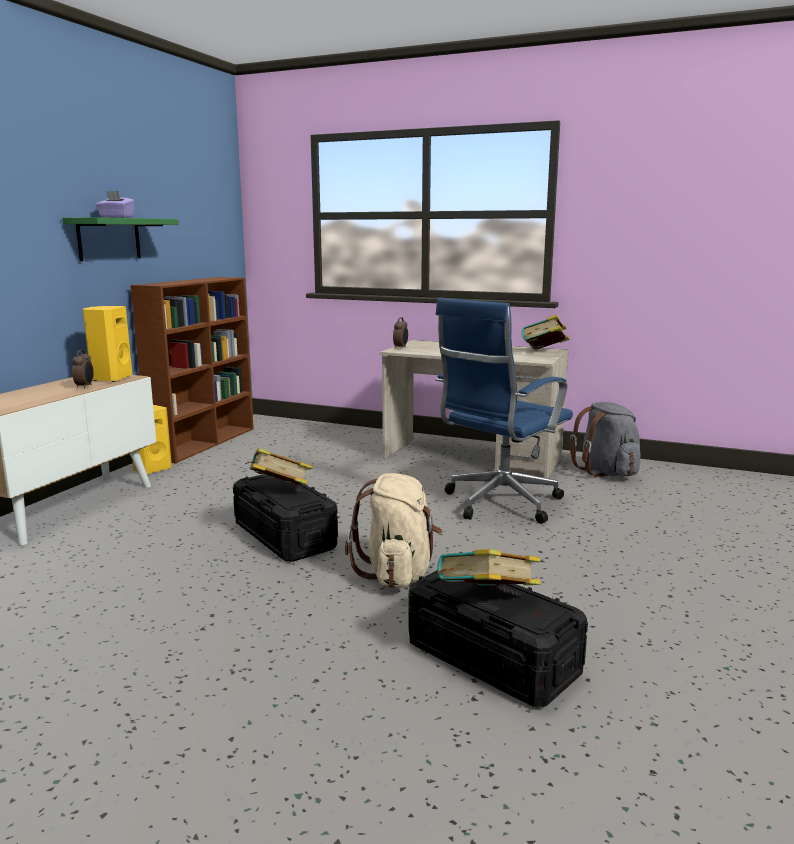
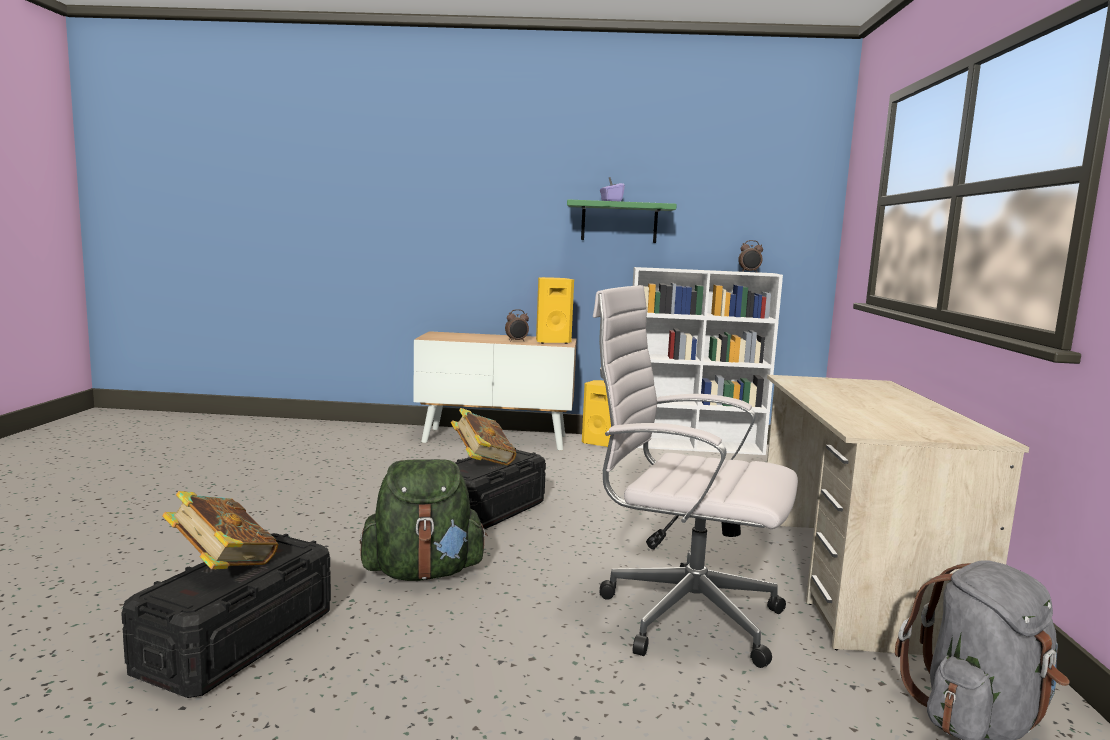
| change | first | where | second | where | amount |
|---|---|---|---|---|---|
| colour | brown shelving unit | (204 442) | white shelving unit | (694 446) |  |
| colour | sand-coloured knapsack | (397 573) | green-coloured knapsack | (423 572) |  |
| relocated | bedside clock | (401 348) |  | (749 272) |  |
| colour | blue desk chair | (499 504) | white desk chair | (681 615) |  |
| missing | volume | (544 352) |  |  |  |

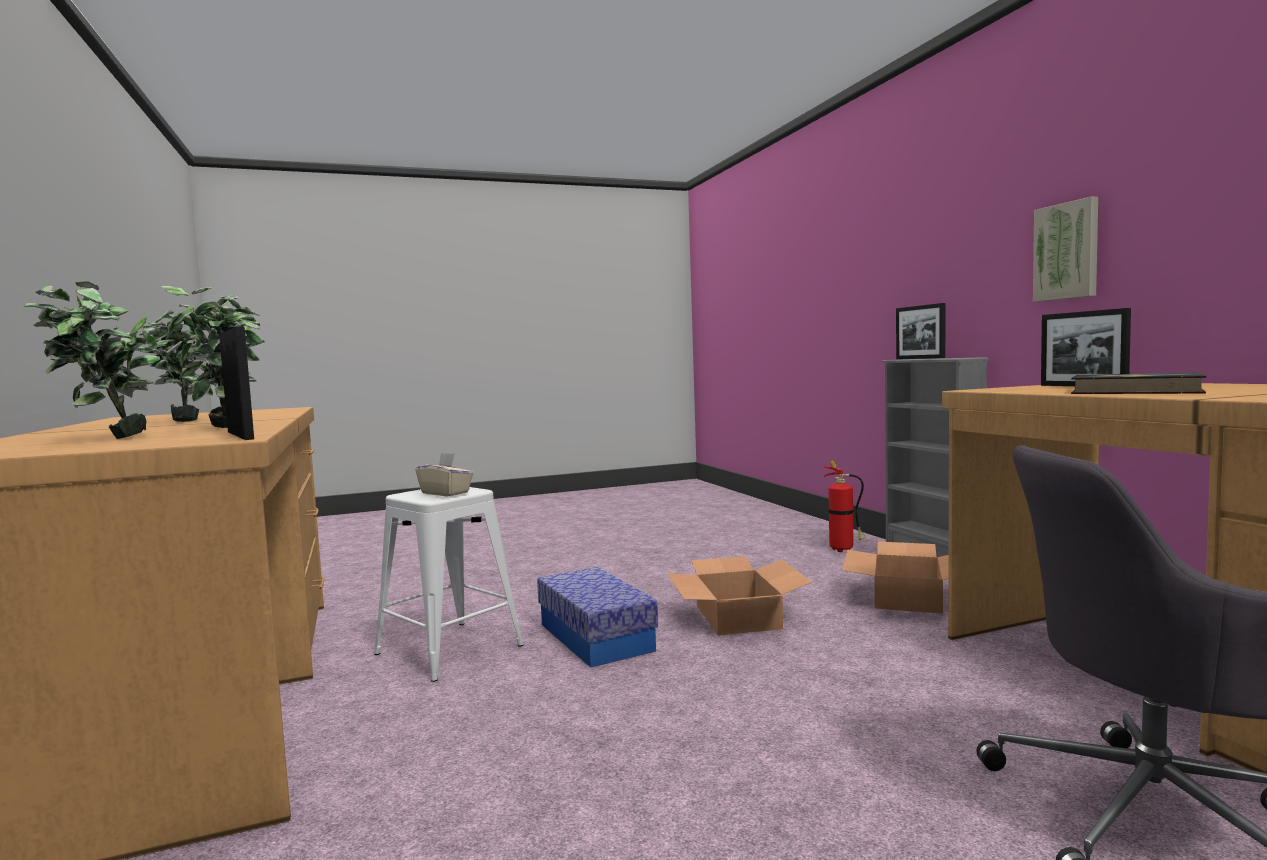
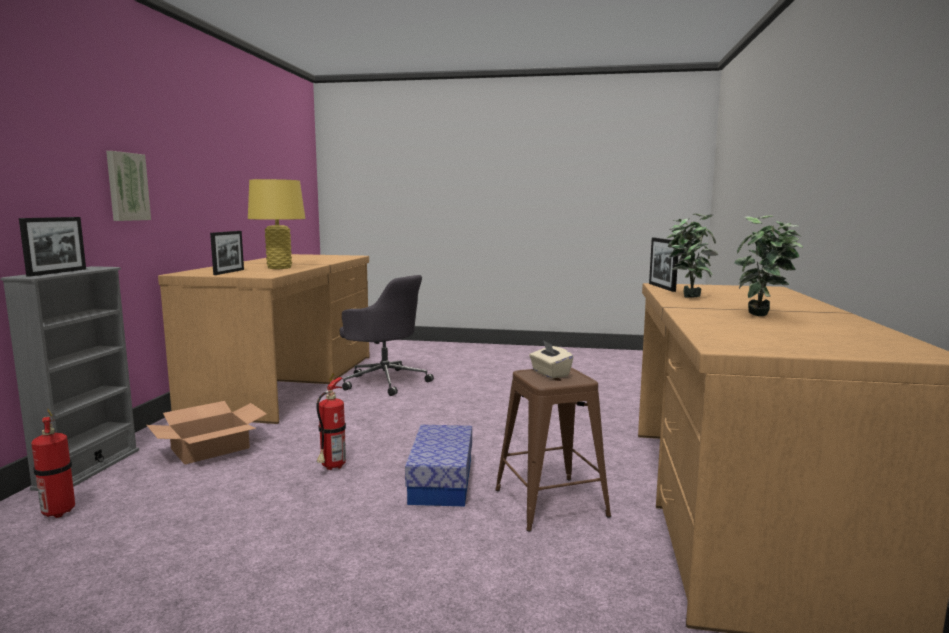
| change | first | where | second | where | amount |
|---|---|---|---|---|---|
| missing | potted plant | (105 439) |  |  |  |
| colour | white stool | (449 650) | brown stool | (550 503) |  |
| exchanged | packing box | (737 617) | fire-fighting cylinder | (331 467) |  |
| exchanged | volume | (1135 391) | yellowish tabletop lamp | (279 268) |  |

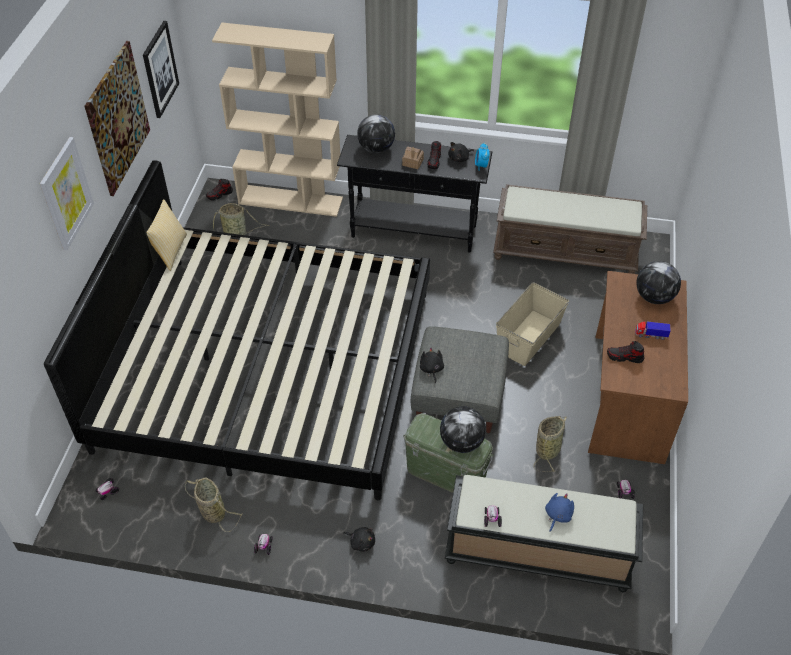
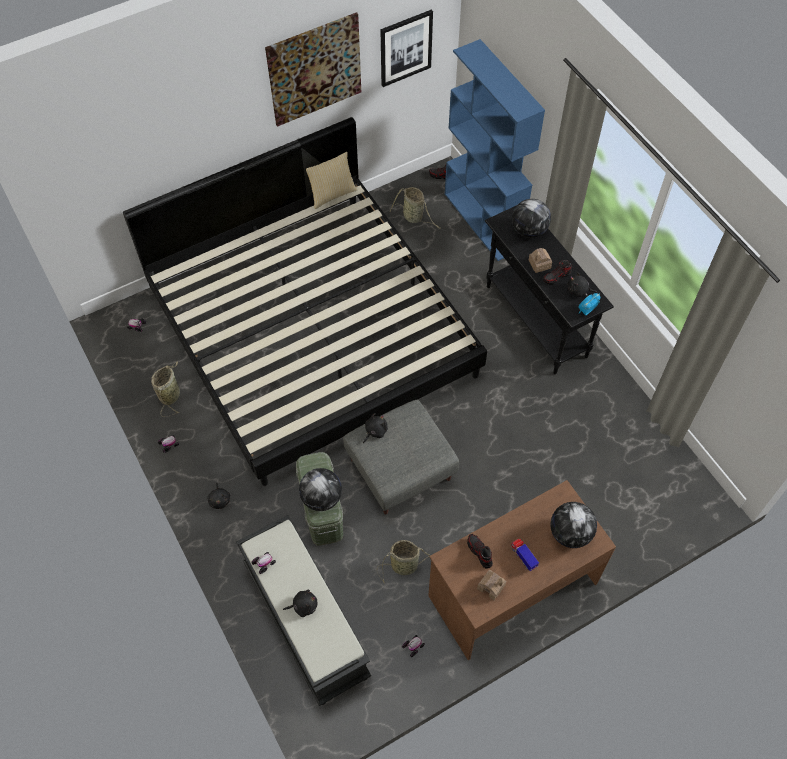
| change | first | where | second | where | amount |
|---|---|---|---|---|---|
| missing | picture | (66 194) |  |  |  |
| colour | sand-coloured shelving unit | (291 200) | blue shelving unit | (483 221) |  |
| missing | brown bench | (566 252) |  |  |  |
| missing | sand-coloured storage container | (529 337) |  |  |  |
| colour | blue cuddly toy | (557 515) | black cuddly toy | (303 606) |  |
| appeared |  |  | toy house | (491 587) |  |

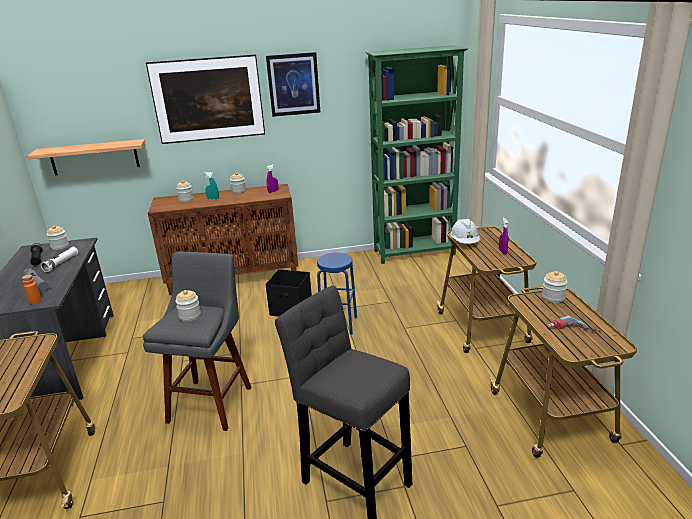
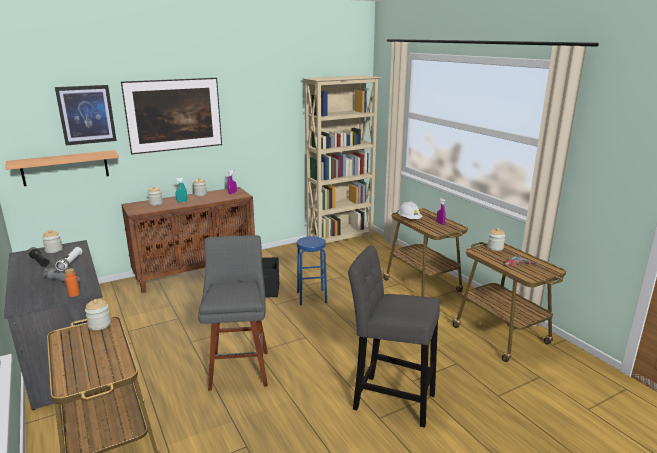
| change | first | where | second | where | amount |
|---|---|---|---|---|---|
| relocated | jar | (190 316) |  | (99 324) |  |
| relocated | picture | (293 84) |  | (86 114) |  |
| colour | green-coloured shelving unit | (415 252) | sand-coloured shelving unit | (340 239) |  |

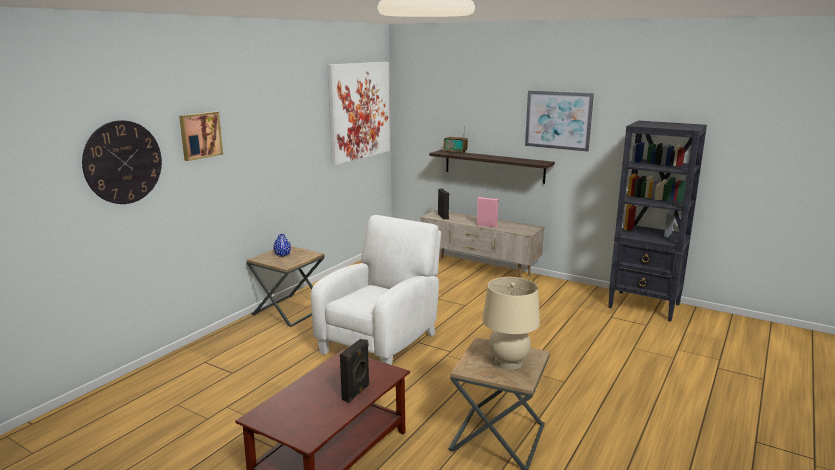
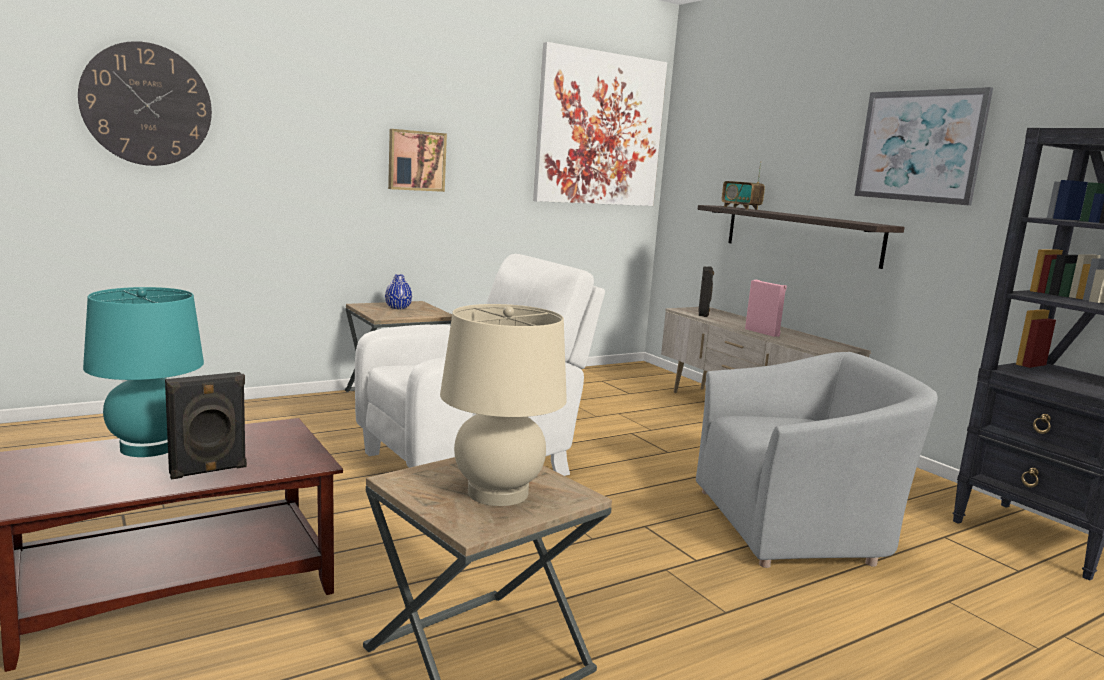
| change | first | where | second | where | amount |
|---|---|---|---|---|---|
| relocated | picture | (200 135) |  | (416 160) |  |
| appeared |  |  | blue-green tabletop lamp | (149 447) |  |
| appeared |  |  | grey armchair | (794 525) |  |

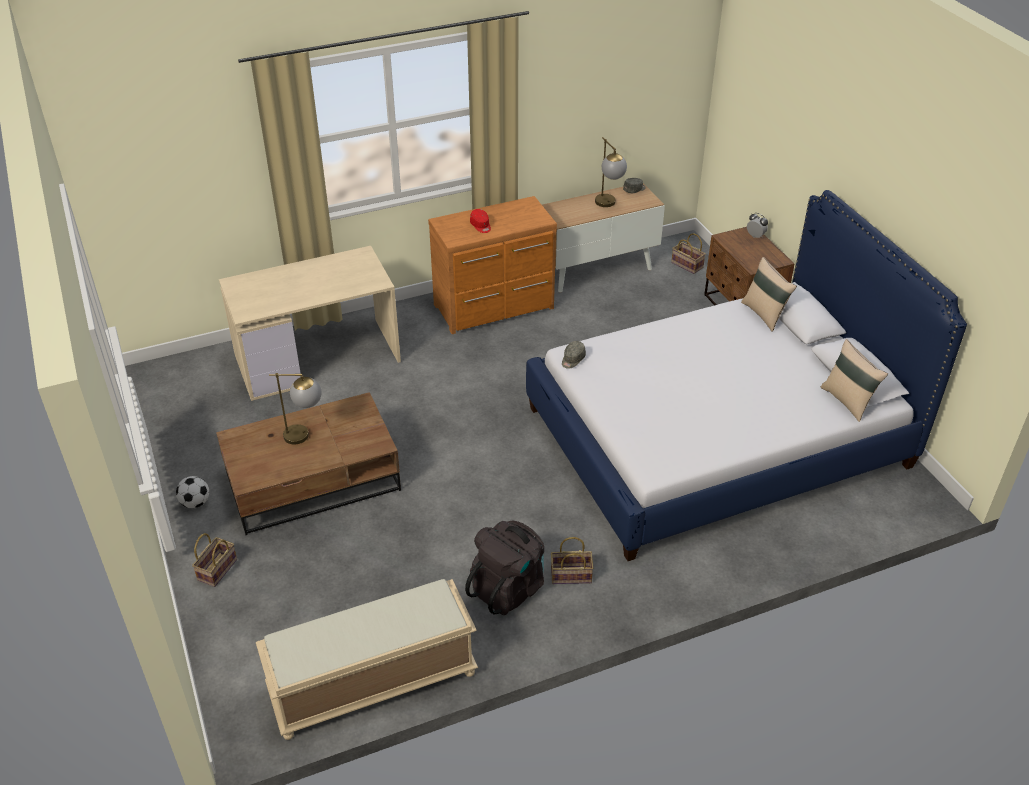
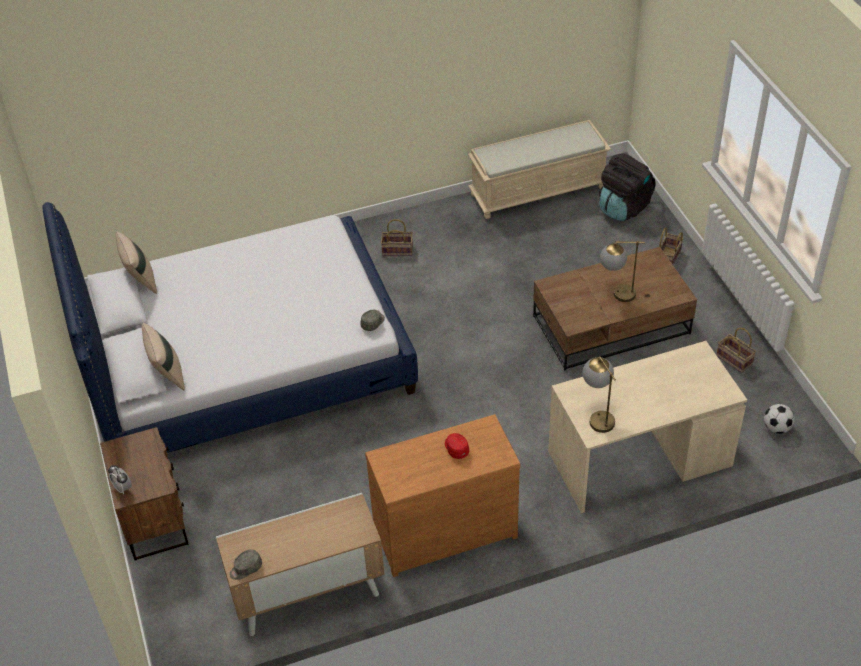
| change | first | where | second | where | amount |
|---|---|---|---|---|---|
| relocated | football | (195 503) |  | (776 428) |  |
| relocated | black knapsack | (508 588) |  | (623 207) |  |
| relocated | tabletop lamp | (609 205) |  | (597 416) |  |
| relocated | storage basket | (686 265) |  | (735 360) |  |

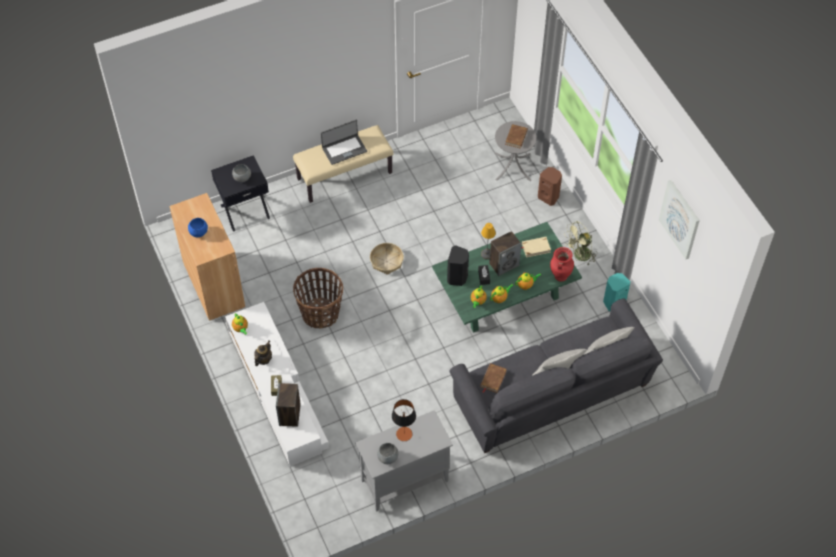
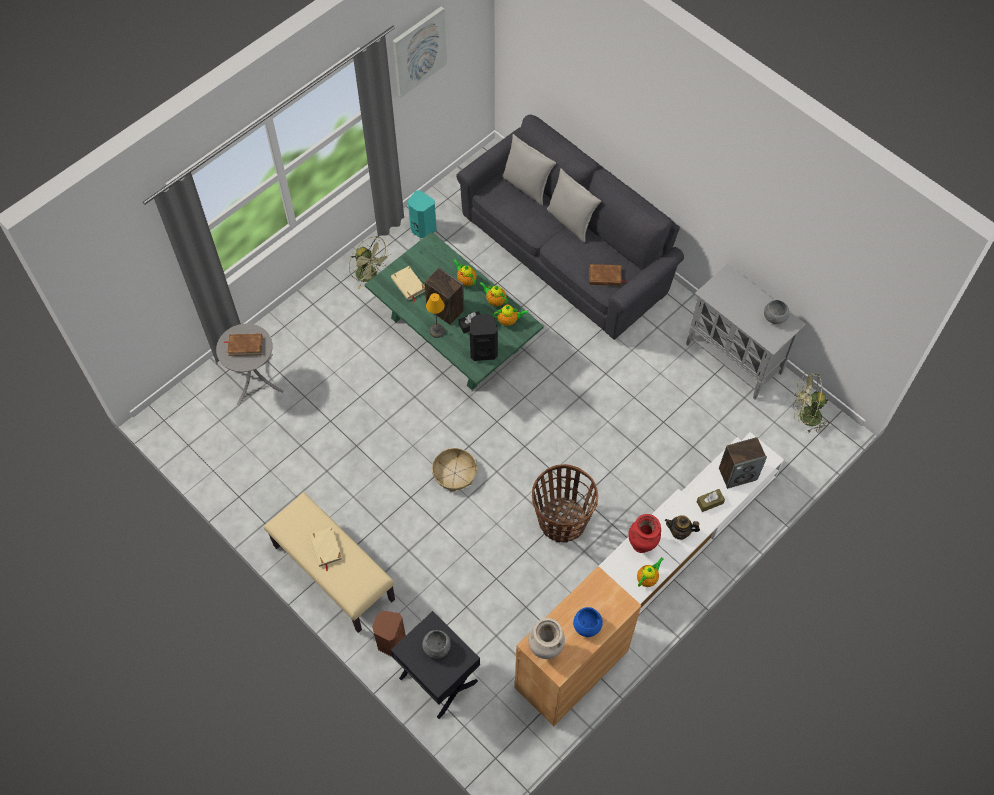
| change | first | where | second | where | amount |
|---|---|---|---|---|---|
| exchanged | laptop | (344 149) | sand-coloured volume | (325 548) |  |
| missing | tabletop lamp | (404 434) |  |  |  |
| relocated | brown speaker | (549 197) |  | (390 641) |  |
| relocated | red-coloured flower vase | (560 276) |  | (641 546) |  |
| appeared |  |  | sand-coloured flower vase | (545 650) |  |
| appeared |  |  | green-coloured electric fan | (804 416) |  |

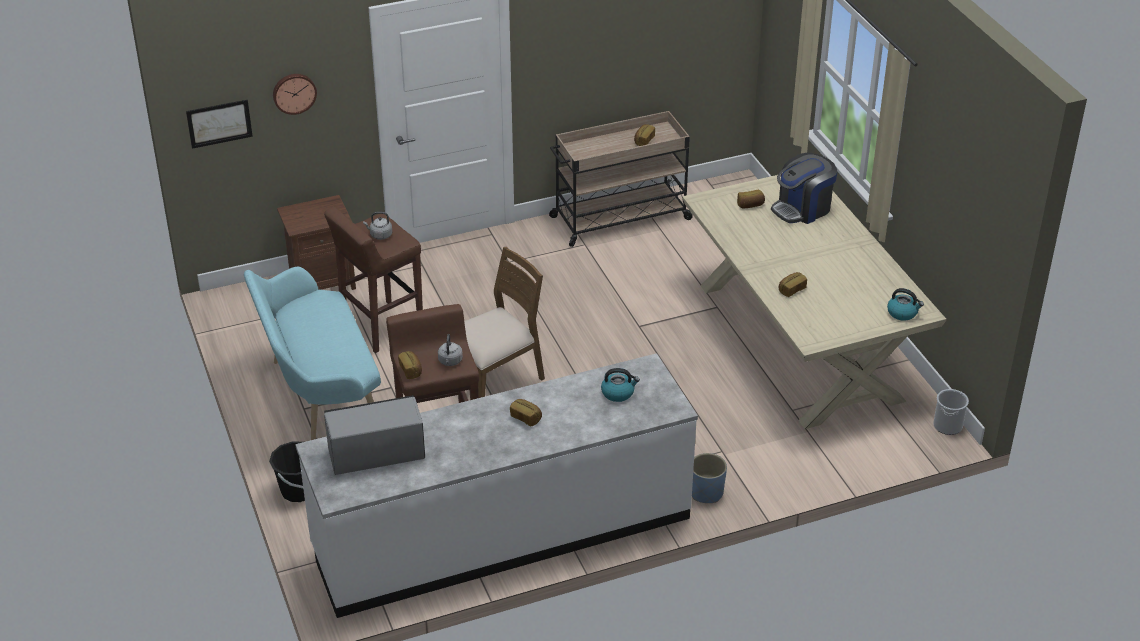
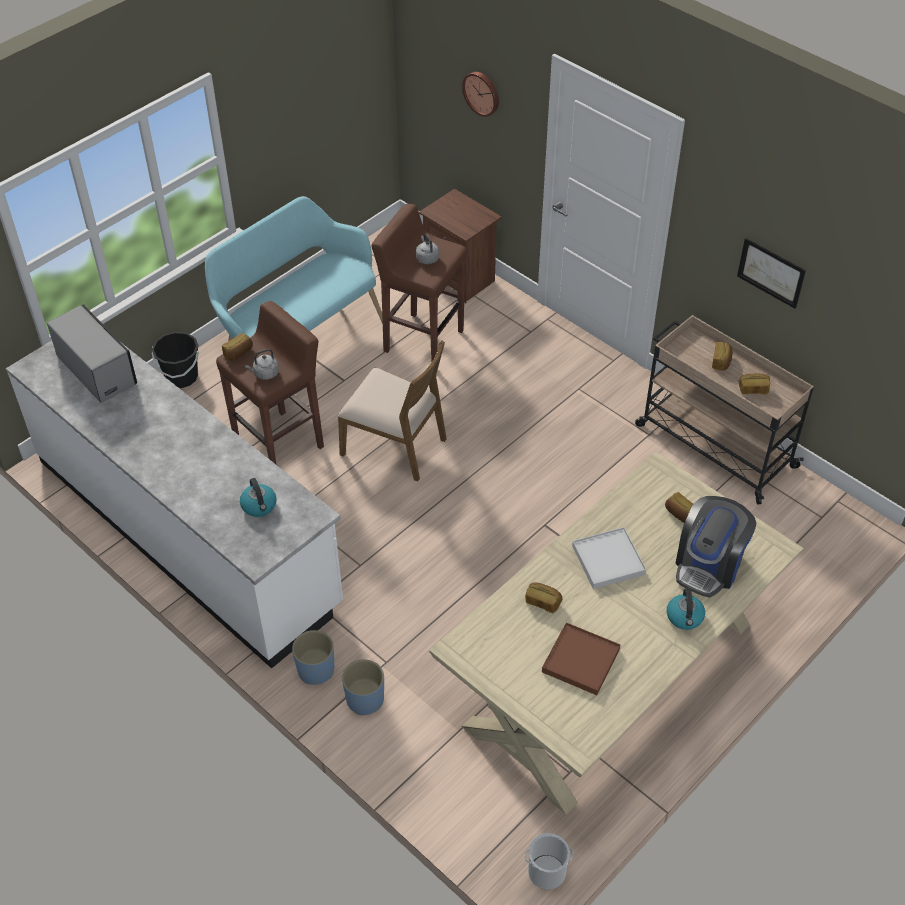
| change | first | where | second | where | amount |
|---|---|---|---|---|---|
| relocated | picture | (219 123) |  | (771 272) |  |
| relocated | baked bread | (526 418) |  | (721 362) |  |
| spun | coffee machine | (802 209) |  | (709 565) | 90 degrees counterclockwise |
| relocated | water kettle | (902 313) |  | (685 617) |  |
| appeared |  |  | blue flower pot | (365 699) |  |
| appeared |  |  | brown serving tray | (580 660) |  |
| appeared |  |  | white serving tray | (608 560) |  |

